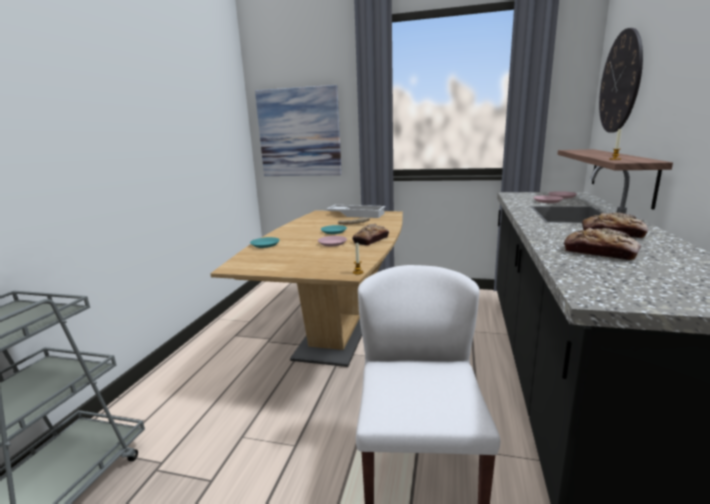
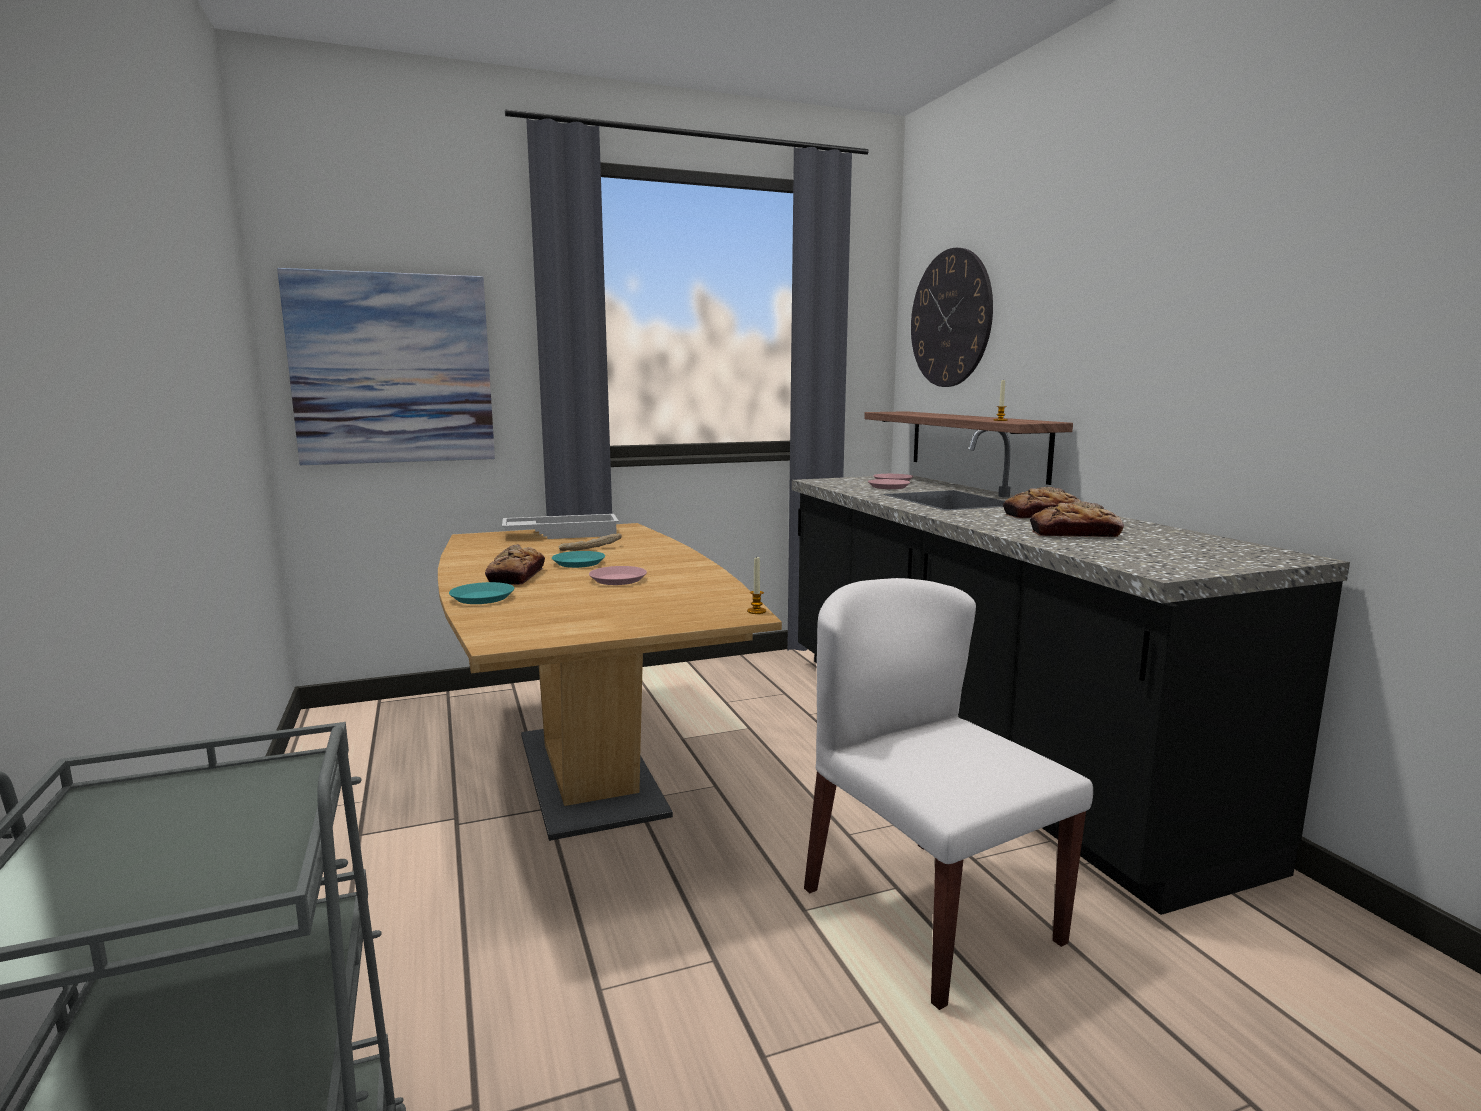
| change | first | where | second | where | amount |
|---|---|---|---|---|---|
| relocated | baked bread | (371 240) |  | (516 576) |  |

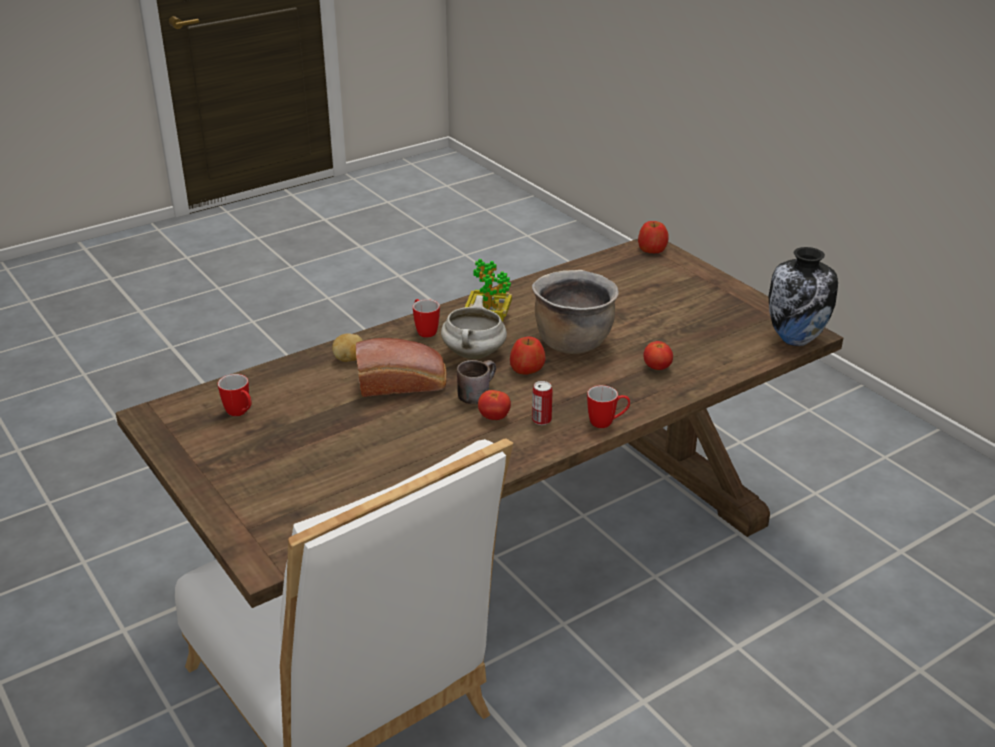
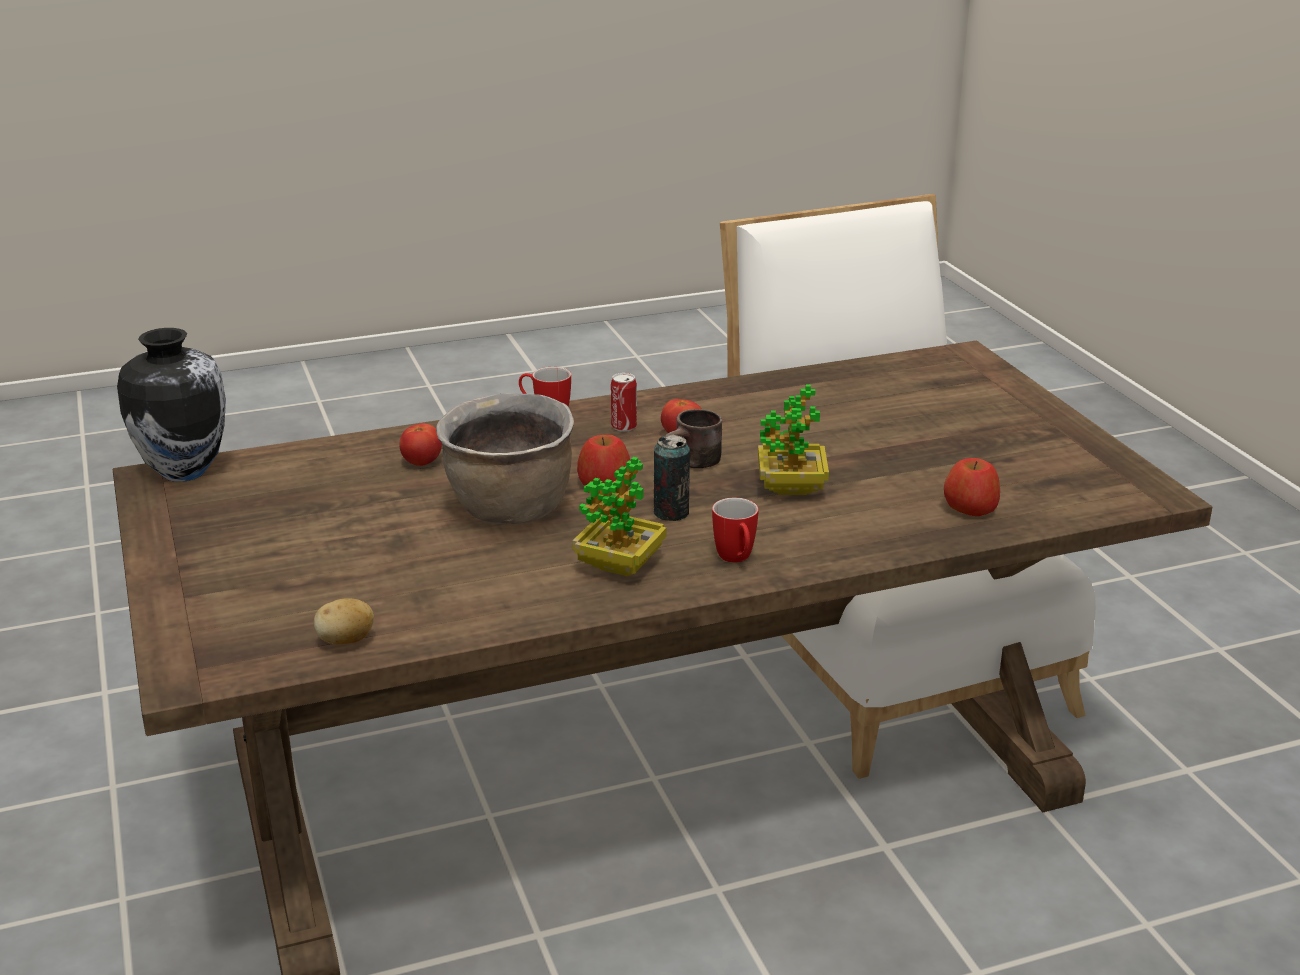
| change | first | where | second | where | amount |
|---|---|---|---|---|---|
| missing | coffee mug | (240 413) |  |  |  |
| relocated | potato | (349 359) |  | (346 641) |  |
| exchanged | baked bread | (403 383) | potted plant | (791 488) |  |
| exchanged | white stockpot | (474 354) | can | (671 513) |  |
| relocated | apple | (652 249) |  | (970 508) |  |

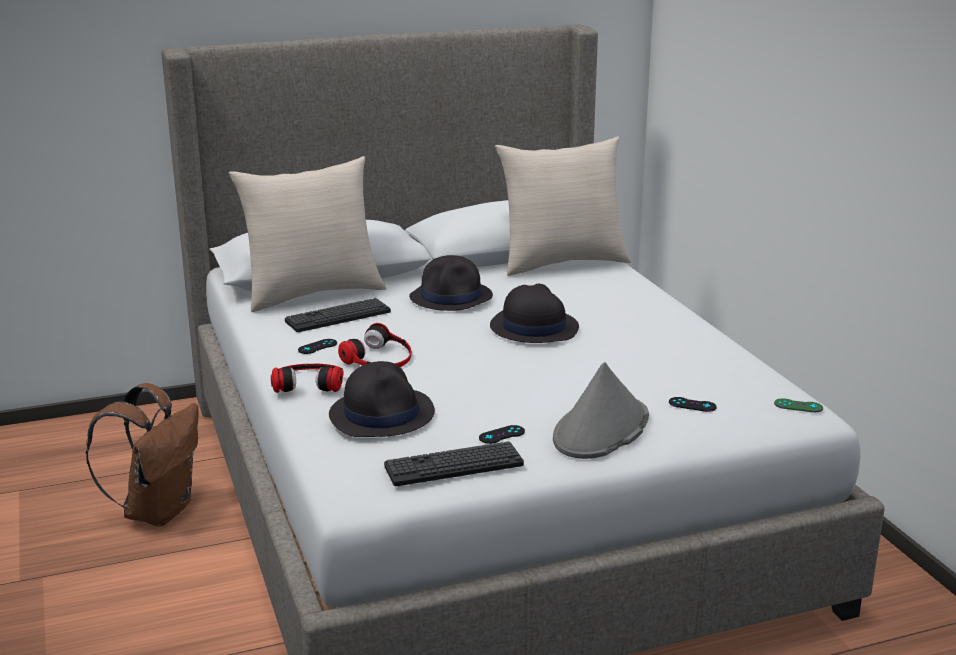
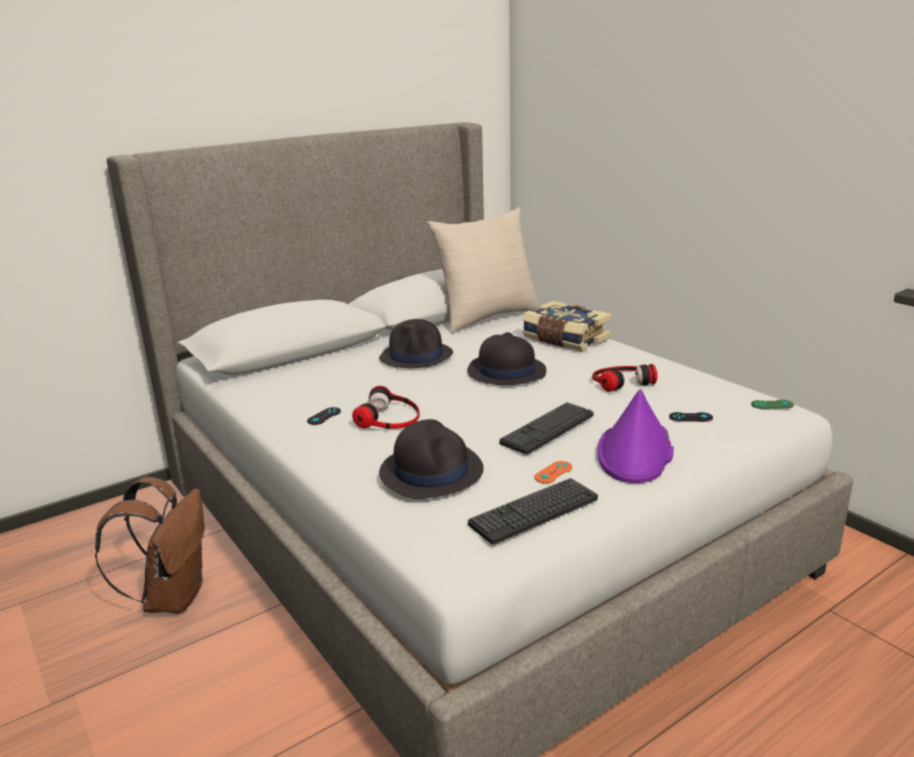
| change | first | where | second | where | amount |
|---|---|---|---|---|---|
| missing | sand-coloured throw pillow | (312 293) |  |  |  |
| relocated | headset | (309 382) |  | (621 381) |  |
| relocated | PC keyboard | (338 316) |  | (547 429) |  |
| colour | black gamepad | (501 435) | orangey gamepad | (553 472) |  |
| colour | grey wearable hat | (601 430) | purple-coloured wearable hat | (635 452) |  |
| appeared |  |  | volume | (565 339) |  |

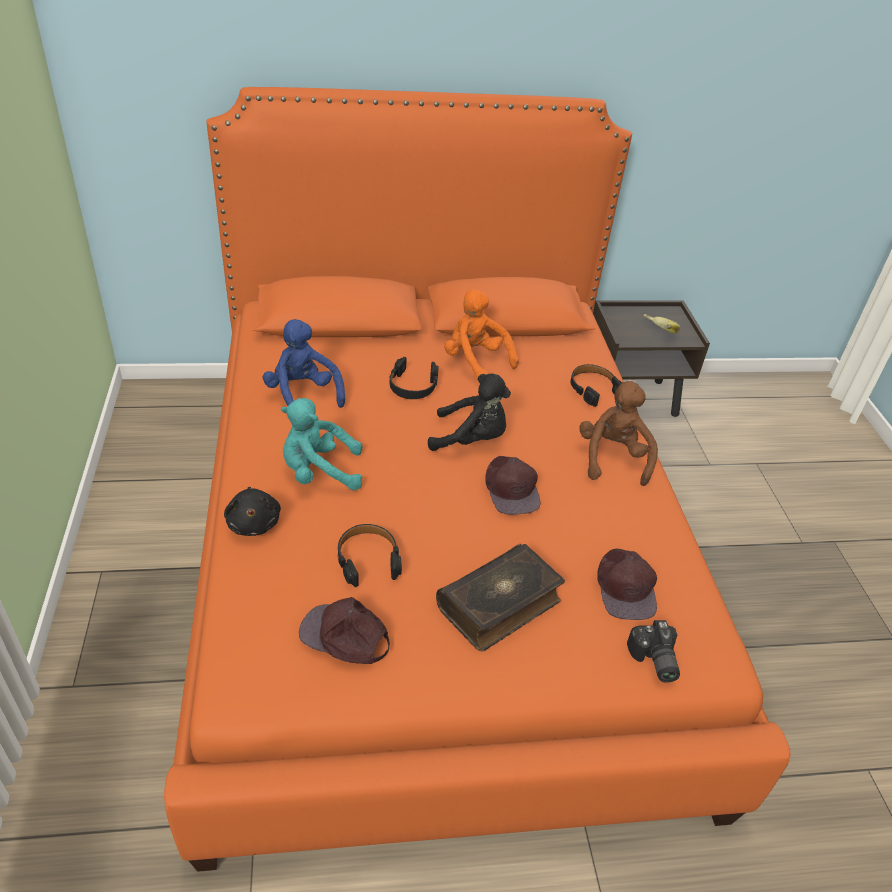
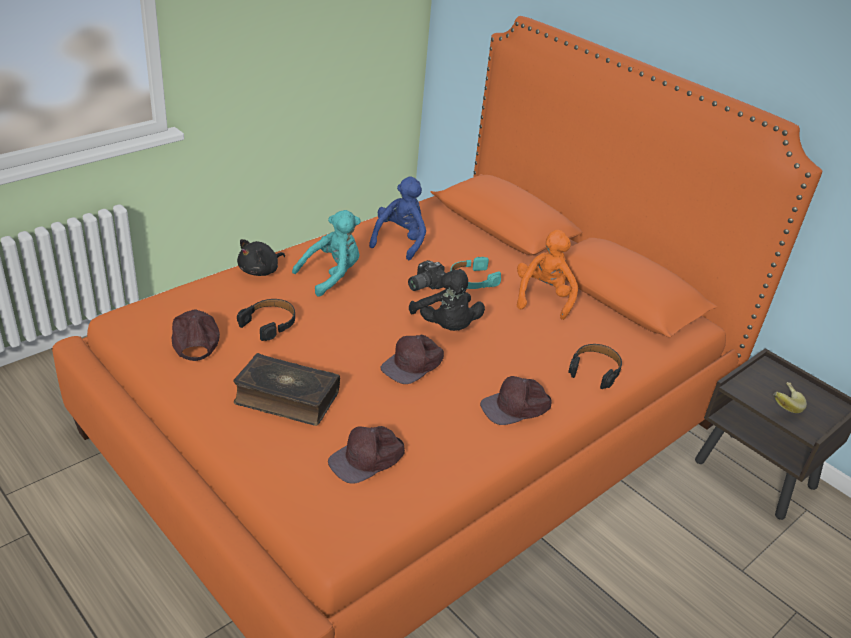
| change | first | where | second | where | amount |
|---|---|---|---|---|---|
| spun | blue-green cuddly toy | (319 472) |  | (332 276) | 90 degrees clockwise |
| colour | black headset | (412 386) | blue-green headset | (472 280) |  |
| exchanged | brown cuddly toy | (612 458) | brown peaked cap | (516 407) |  |
| relocated | still camera | (653 661) |  | (423 284) |  |

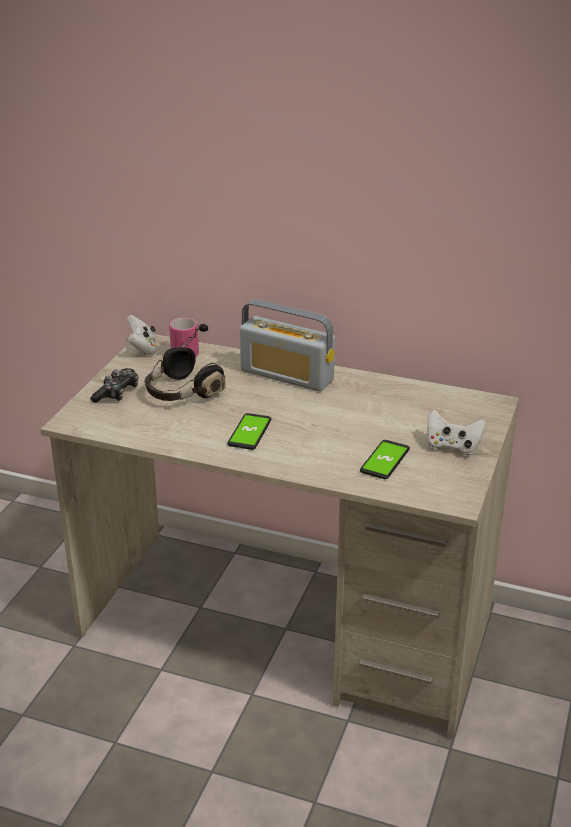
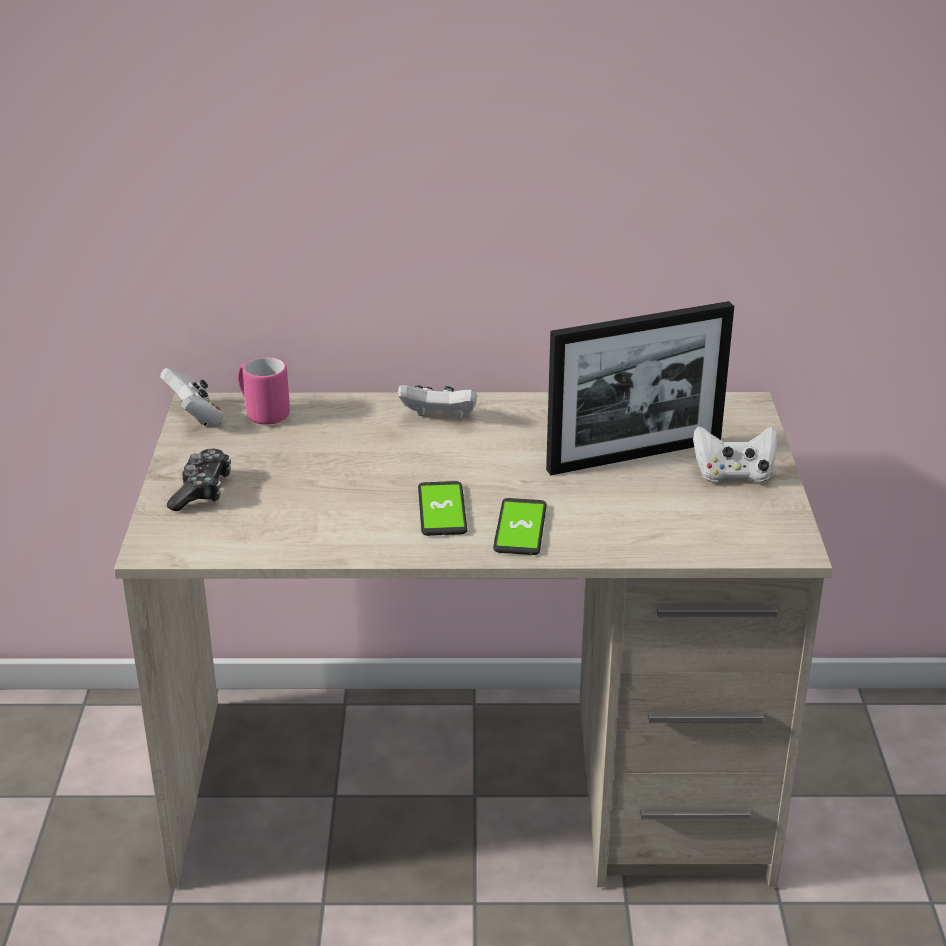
| change | first | where | second | where | amount |
|---|---|---|---|---|---|
| missing | black headset | (182 392) |  |  |  |
| exchanged | radio | (287 375) | white gamepad | (439 418) |  |
| relocated | handset | (384 460) |  | (520 528) |  |
| appeared |  |  | standing frame | (634 455) |  |

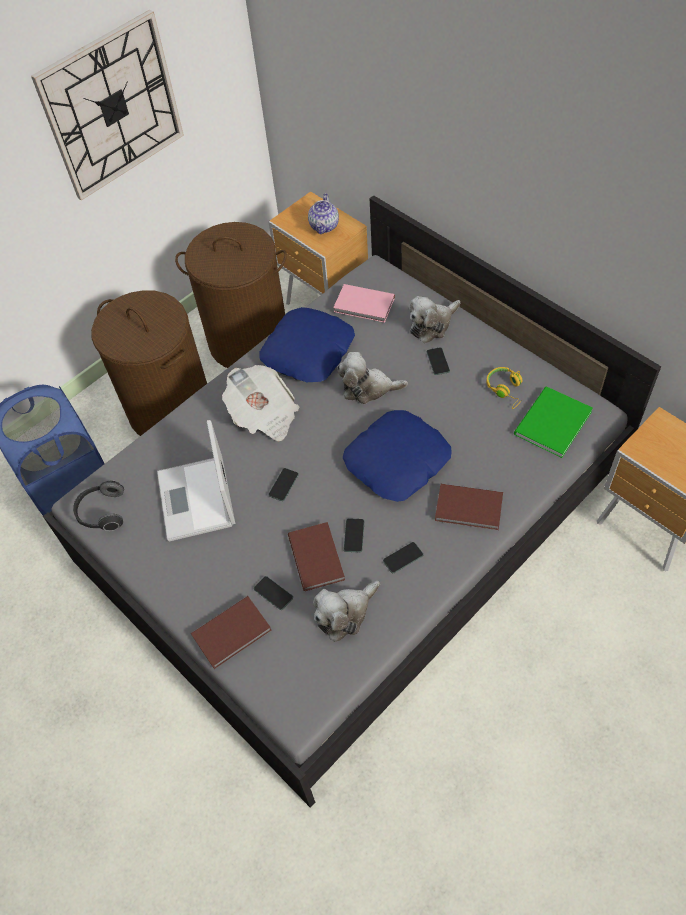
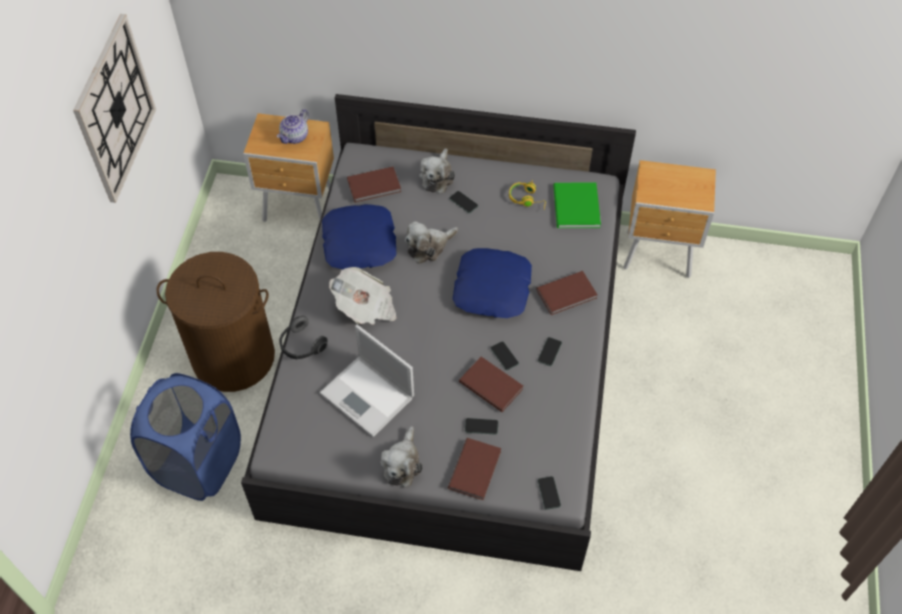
| change | first | where | second | where | amount |
|---|---|---|---|---|---|
| relocated | headset | (102 513) |  | (301 346) |  |
| missing | brown laundry basket | (249 340) |  |  |  |
| relocated | handset | (283 485) |  | (549 493) |  |
| spun | teapot | (324 226) |  | (295 137) | 60 degrees clockwise |
| relocated | cuddly toy | (345 614) |  | (402 463) |  |
| colour | pink-coloured volume | (364 306) | brown volume | (375 186) |  |

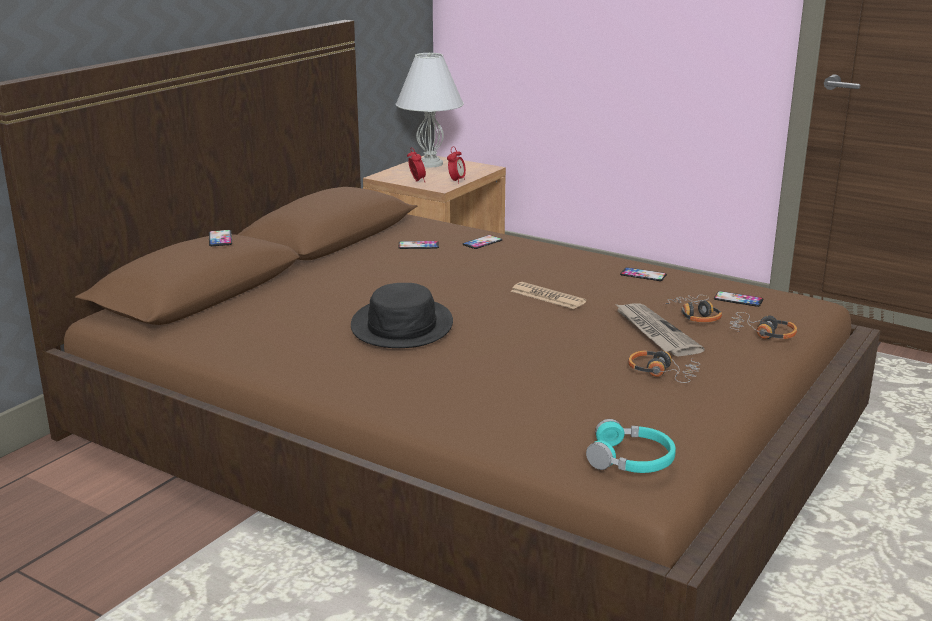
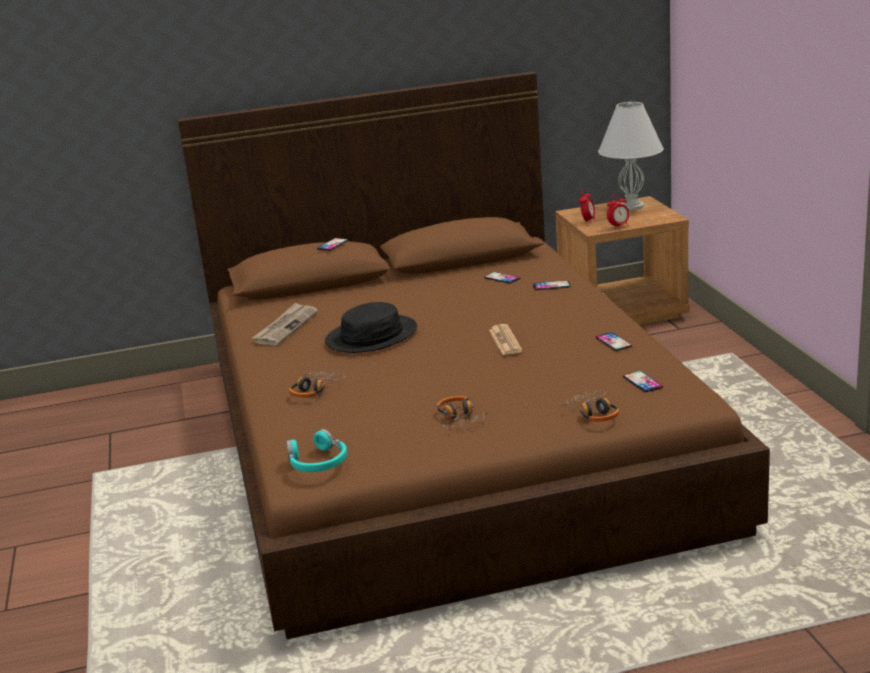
| change | first | where | second | where | amount |
|---|---|---|---|---|---|
| relocated | newspaper | (654 332) |  | (286 327) |  |
| relocated | headset | (694 315) |  | (314 390) |  |

